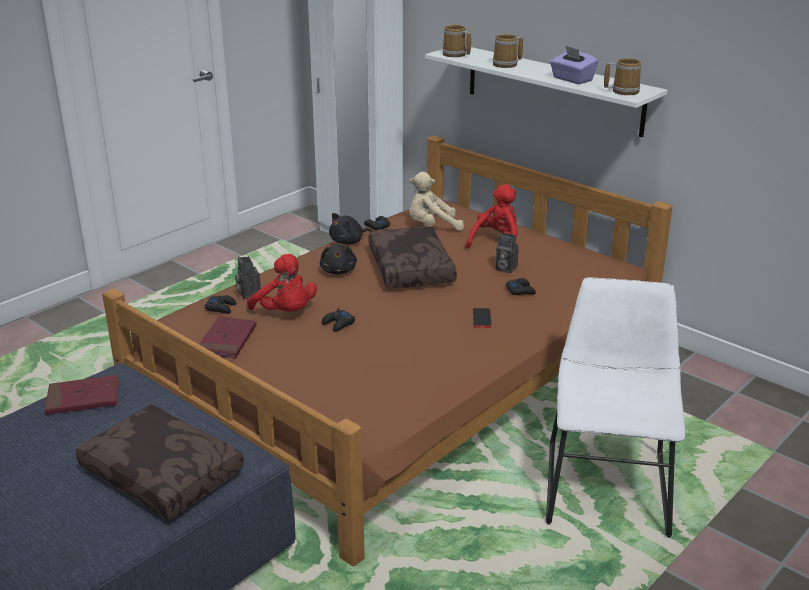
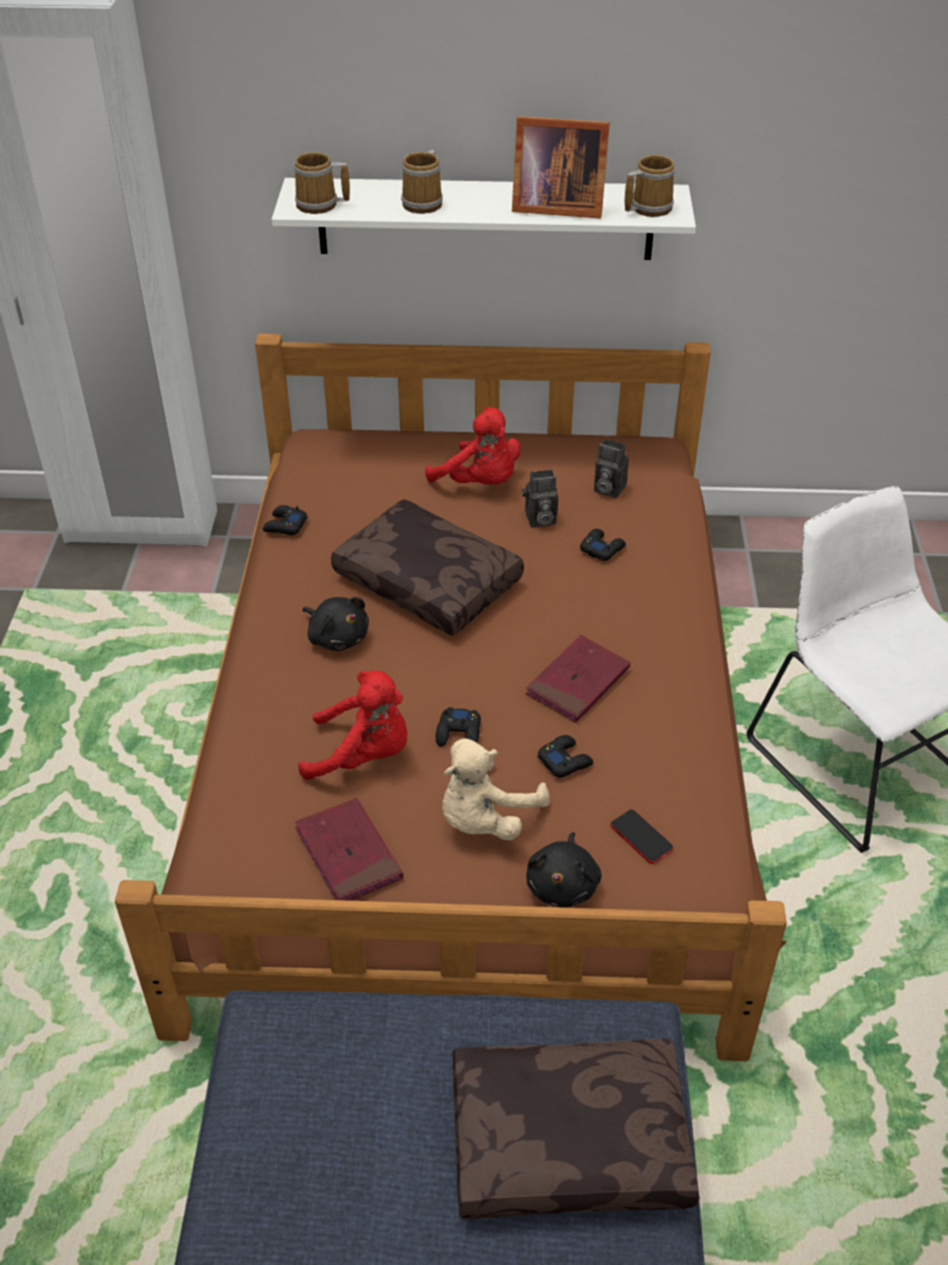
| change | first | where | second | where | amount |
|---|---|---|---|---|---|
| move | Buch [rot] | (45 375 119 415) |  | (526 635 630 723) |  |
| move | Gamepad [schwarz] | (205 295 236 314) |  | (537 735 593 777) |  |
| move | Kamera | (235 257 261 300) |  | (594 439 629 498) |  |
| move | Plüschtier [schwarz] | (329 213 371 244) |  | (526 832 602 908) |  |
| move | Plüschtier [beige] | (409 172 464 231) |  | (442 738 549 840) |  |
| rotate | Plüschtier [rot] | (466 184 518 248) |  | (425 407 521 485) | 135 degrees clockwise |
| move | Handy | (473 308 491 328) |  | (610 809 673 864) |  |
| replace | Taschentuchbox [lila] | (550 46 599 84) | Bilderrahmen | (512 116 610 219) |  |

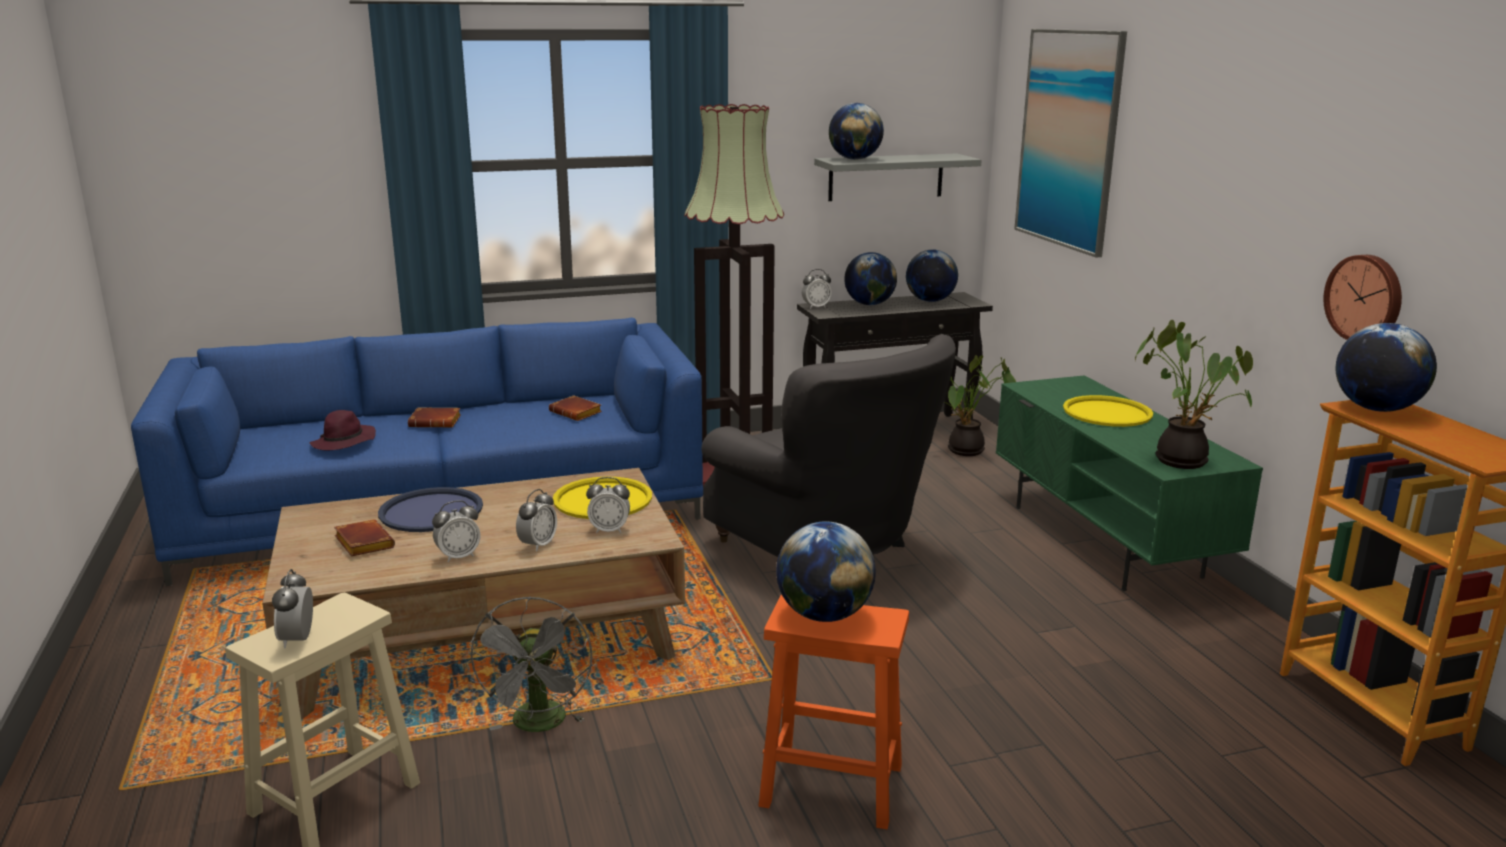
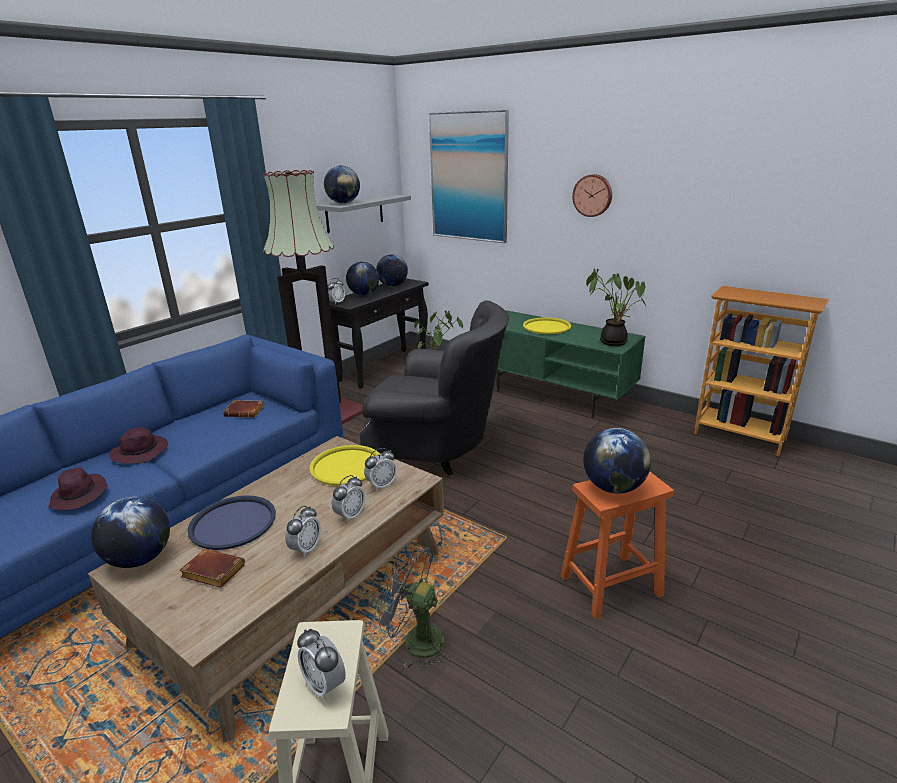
| change | first | where | second | where | amount |
|---|---|---|---|---|---|
| replace | Buch [braun] | (408 407 461 428) | Hut [lila] | (110 427 168 464) |  |
| rotate | Ventilator [grau] | (469 596 592 732) |  | (373 542 450 671) | 150 degrees clockwise |
| rotate | Wecker | (516 489 557 551) |  | (332 475 365 522) | 45 degrees clockwise |
| move | Wanduhr | (1323 255 1402 340) |  | (572 174 612 217) |  |
| move | Globus | (1336 323 1437 412) |  | (91 497 170 568) |  |

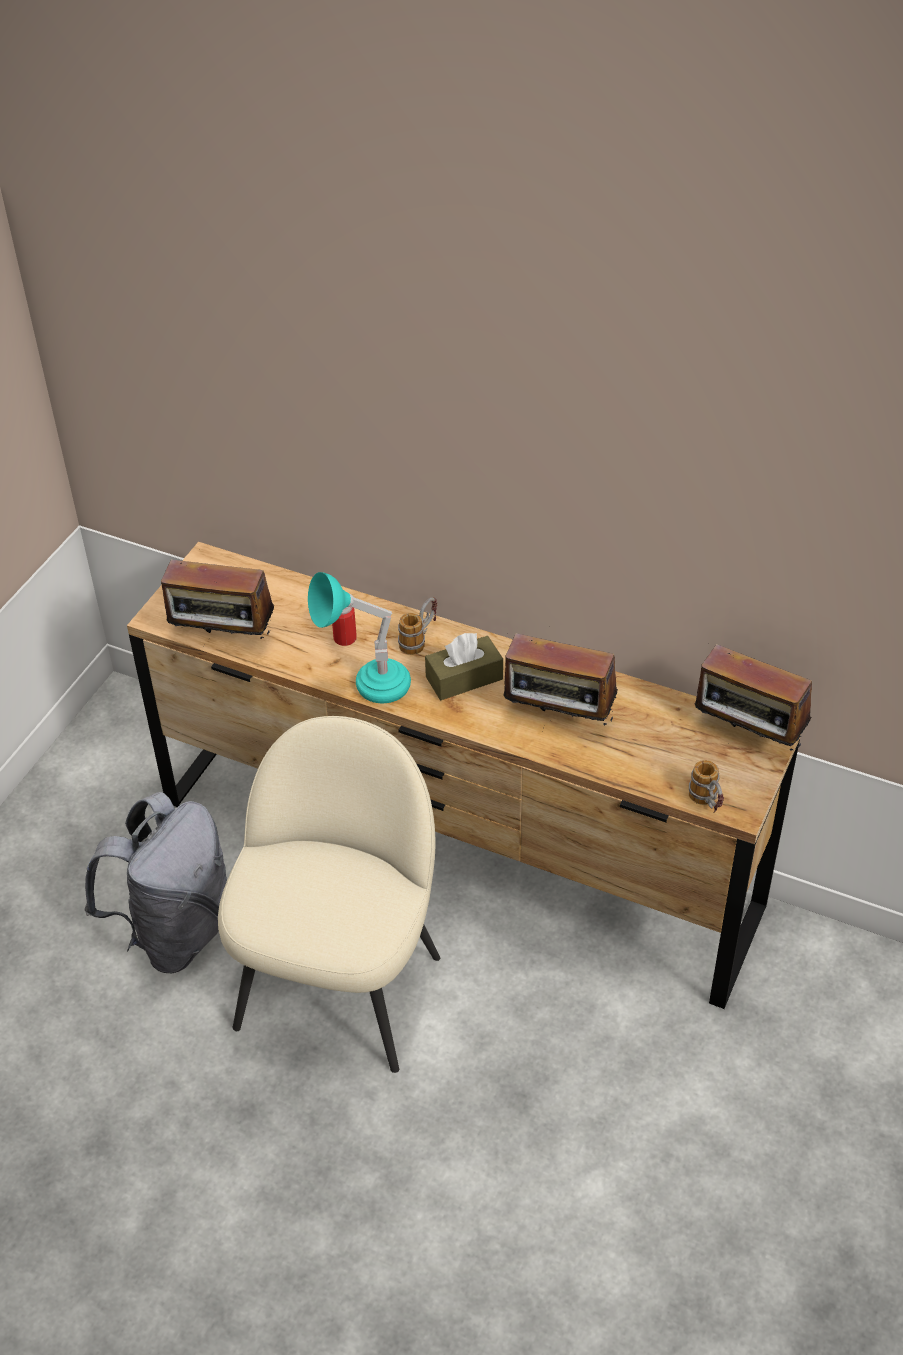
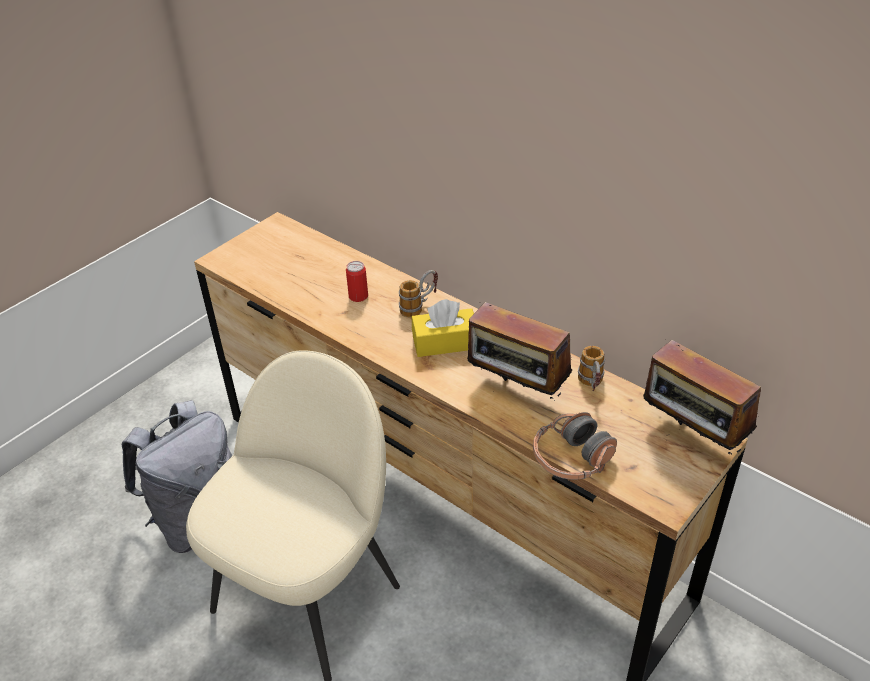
| change | first | where | second | where | amount |
|---|---|---|---|---|---|
| delete | Radio | (161 560 274 647) |  |  |  |
| delete | Tischlampe [türkis] | (308 572 411 703) |  |  |  |
| recolor | Taschentuchbox [braun] | (425 633 503 700) | Taschentuchbox [gelb] | (412 299 474 357) |  |
| move | Henkelbecher | (689 760 724 813) |  | (578 346 605 391) |  |
| insert |  |  | Kopfhörer | (533 412 617 479) |  |

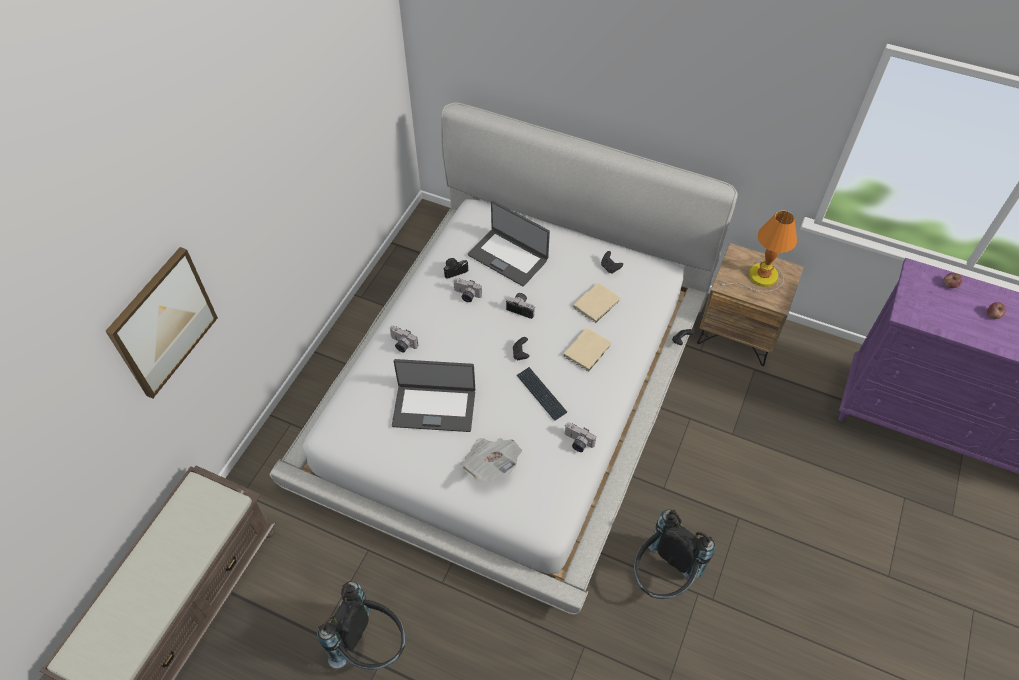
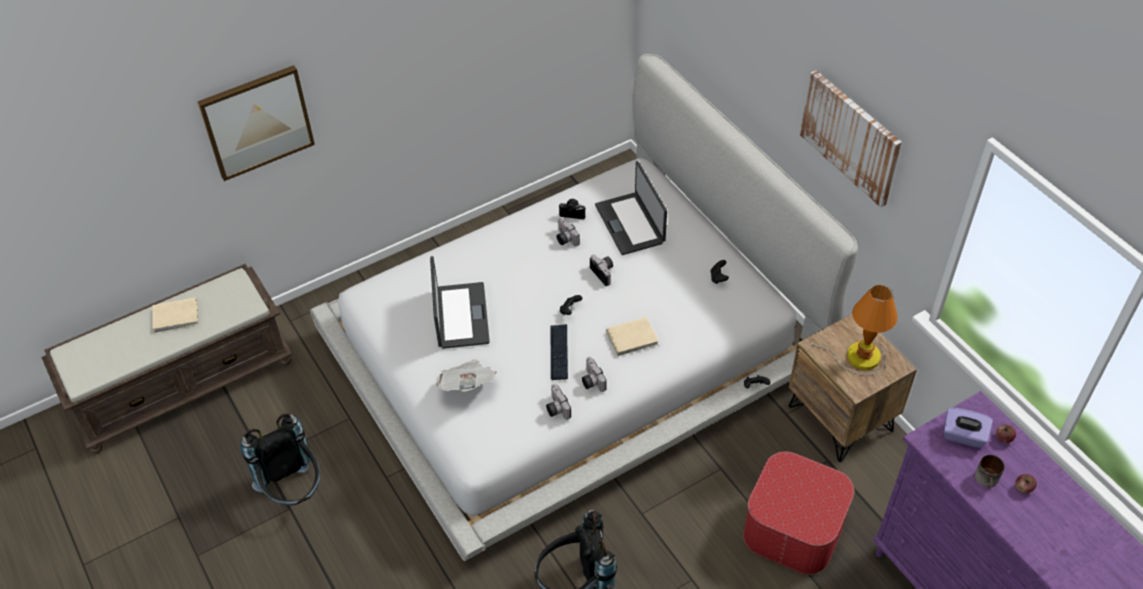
| change | first | where | second | where | amount |
|---|---|---|---|---|---|
| move | Kamera | (390 326 418 353) |  | (582 357 607 392) |  |
| rotate | Laptop | (392 359 475 432) |  | (430 256 490 349) | 135 degrees counterclockwise |
| move | Buch [beige] | (573 282 620 323) |  | (153 298 198 333) |  |
| insert |  |  | Polsterhocker | (743 452 854 575) |  |
| insert |  |  | Bild | (800 70 902 208) |  |
| insert |  |  | Taschentuchbox [lila] | (944 408 993 448) |  |
| insert |  |  | Henkelbecher | (975 455 1005 489) |  |

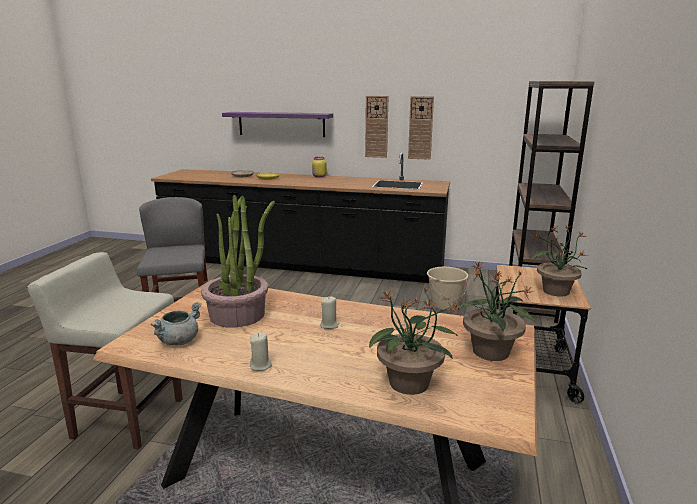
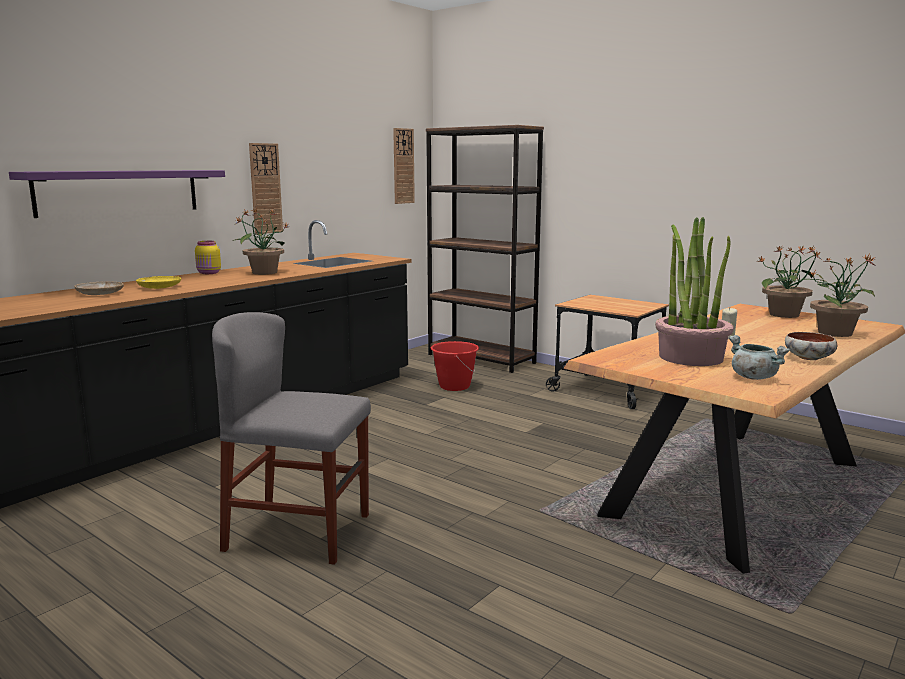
| change | first | where | second | where | amount |
|---|---|---|---|---|---|
| delete | Hocker [beige] | (27 252 183 450) |  |  |  |
| replace | Kerze [beige] | (250 332 272 371) | Schüssel | (785 332 837 360) |  |
| move | Wanduhr | (408 96 434 160) |  | (393 128 415 204) |  |
| recolor | Eimer [beige] | (427 267 468 311) | Eimer [rot] | (431 341 479 391) |  |
| move | Topfpflanze | (531 226 588 297) |  | (231 208 288 275) |  |

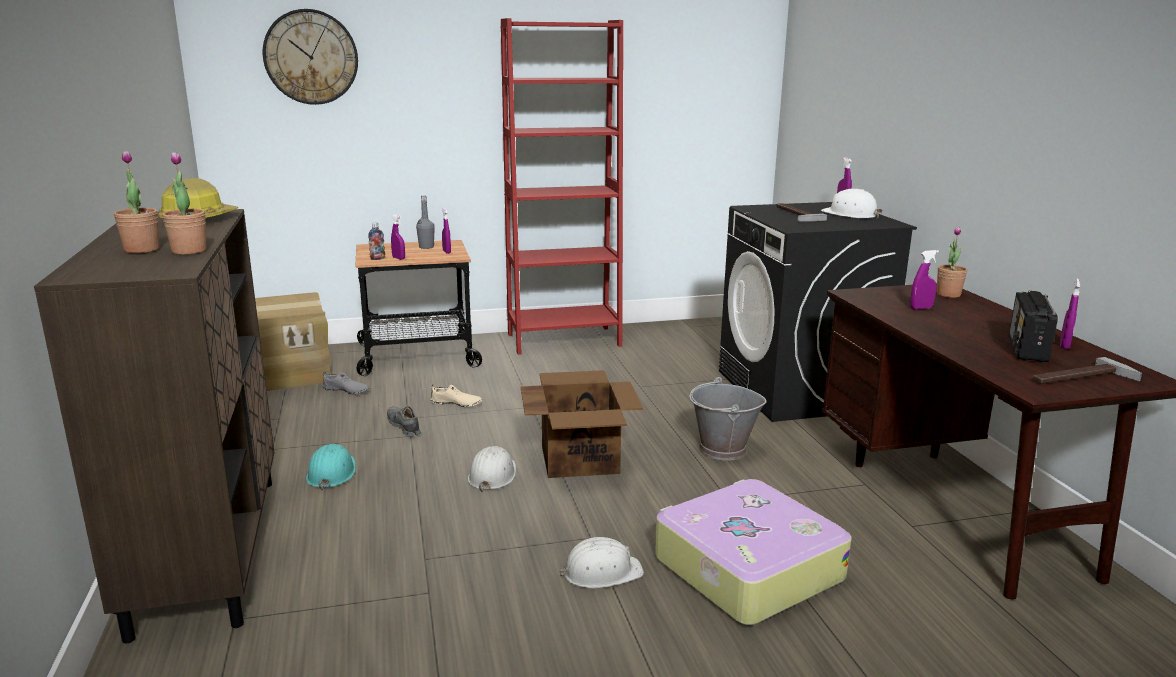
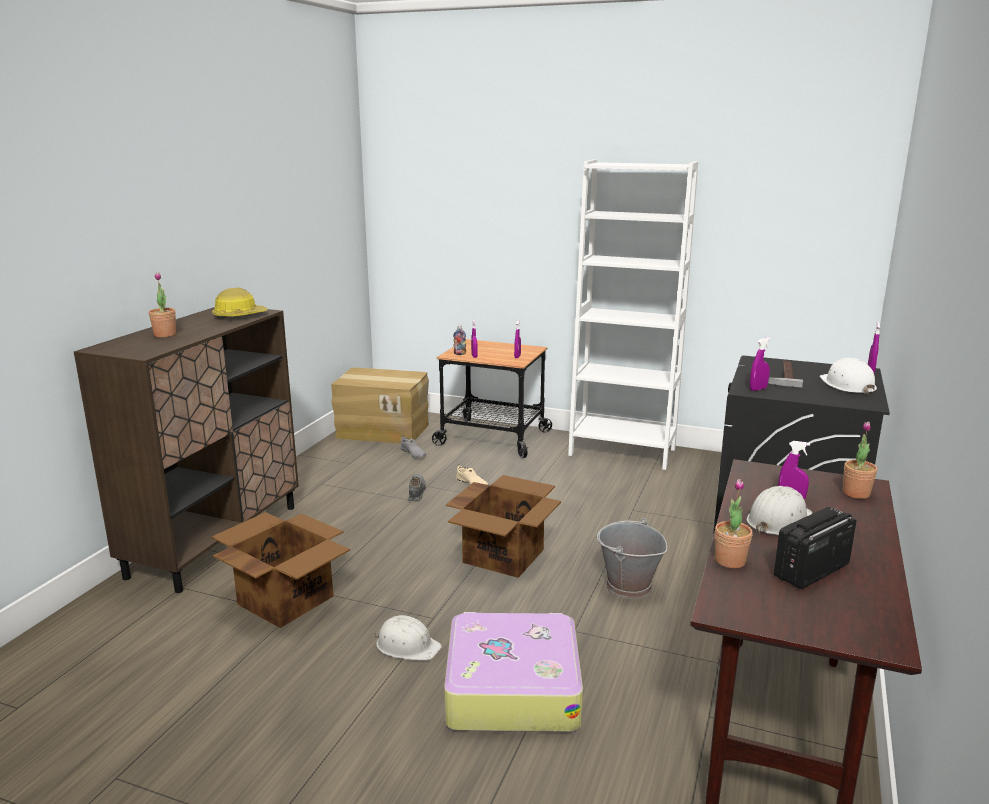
| change | first | where | second | where | amount |
|---|---|---|---|---|---|
| move | Topfpflanze | (162 152 207 255) |  | (715 479 753 568) |  |
| delete | Wanduhr | (263 9 358 105) |  |  |  |
| delete | Schutzhelm [türkis] | (306 444 356 490) |  |  |  |
| delete | Flasche [grau] | (416 196 435 249) |  |  |  |
| move | Schutzhelm [weiß] | (468 446 516 492) |  | (747 486 812 535) |  |
| recolor | Bücherregal [rot] | (500 18 623 355) | Bücherregal [weiß] | (568 160 698 470) |  |
| delete | Hammer | (1032 357 1142 384) |  |  |  |
| move | Sprühflasche [lila] | (1060 278 1080 349) |  | (750 337 771 391) |  |
| insert |  |  | Karton | (212 512 350 628) |  |

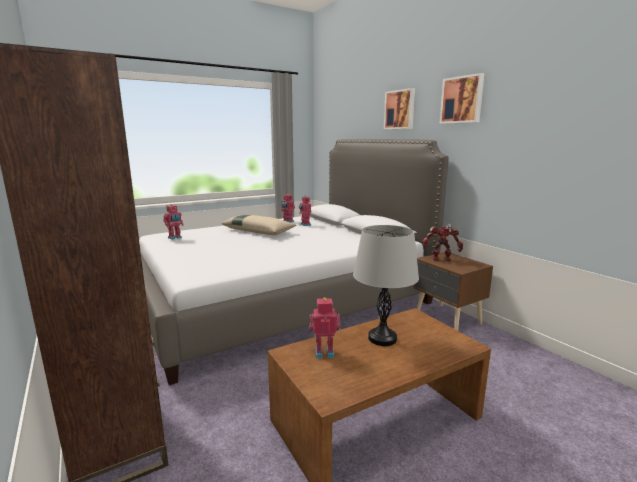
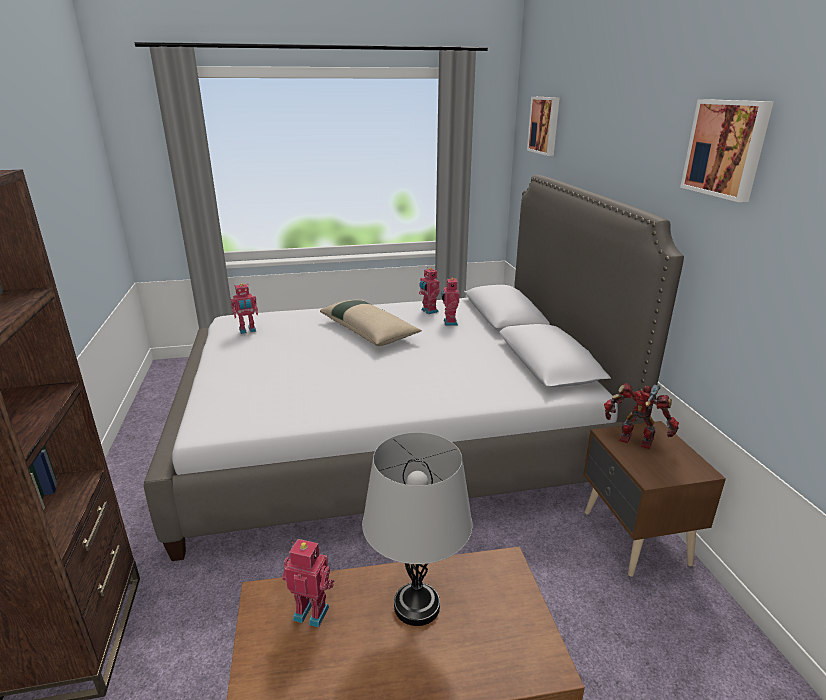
| change | first | where | second | where | amount |
|---|---|---|---|---|---|
| move | Bild | (384 88 415 129) |  | (527 97 559 156) |  |

